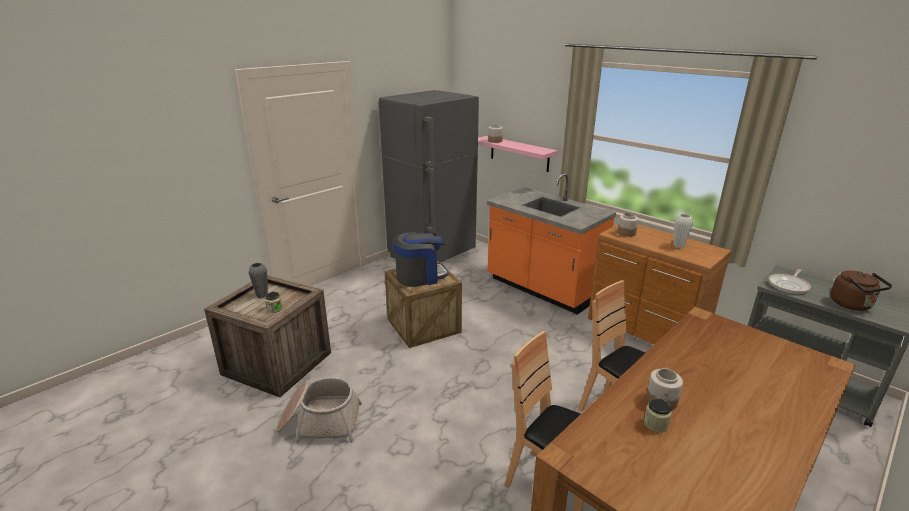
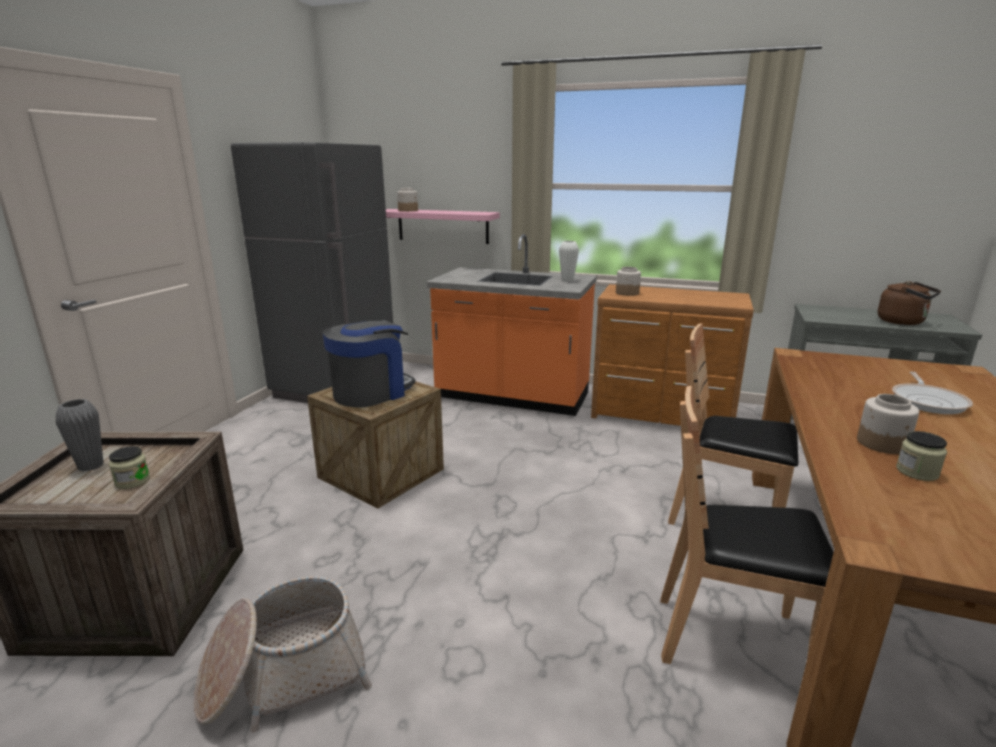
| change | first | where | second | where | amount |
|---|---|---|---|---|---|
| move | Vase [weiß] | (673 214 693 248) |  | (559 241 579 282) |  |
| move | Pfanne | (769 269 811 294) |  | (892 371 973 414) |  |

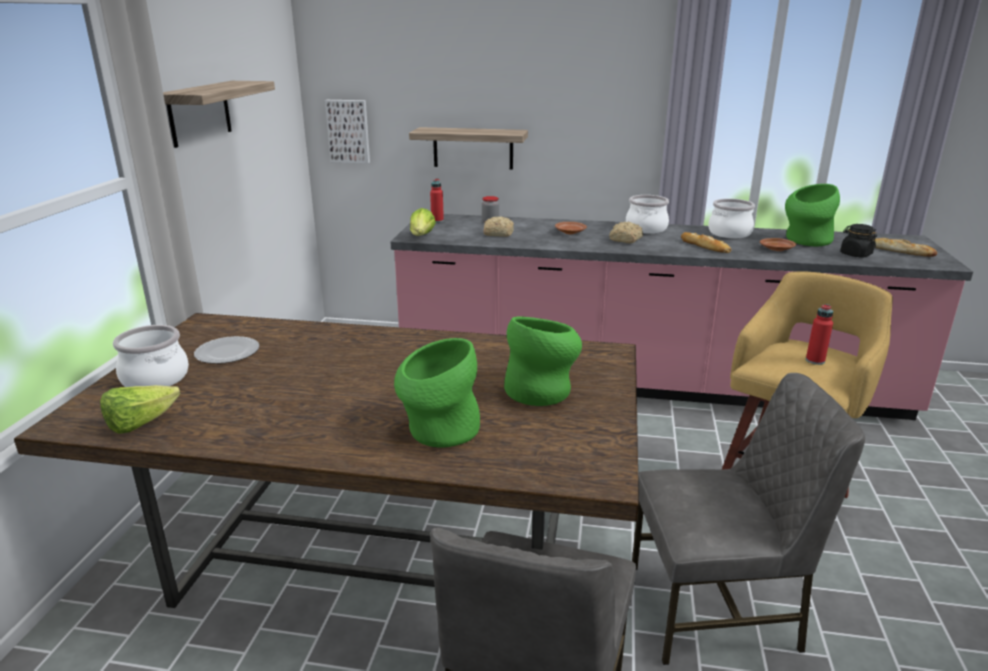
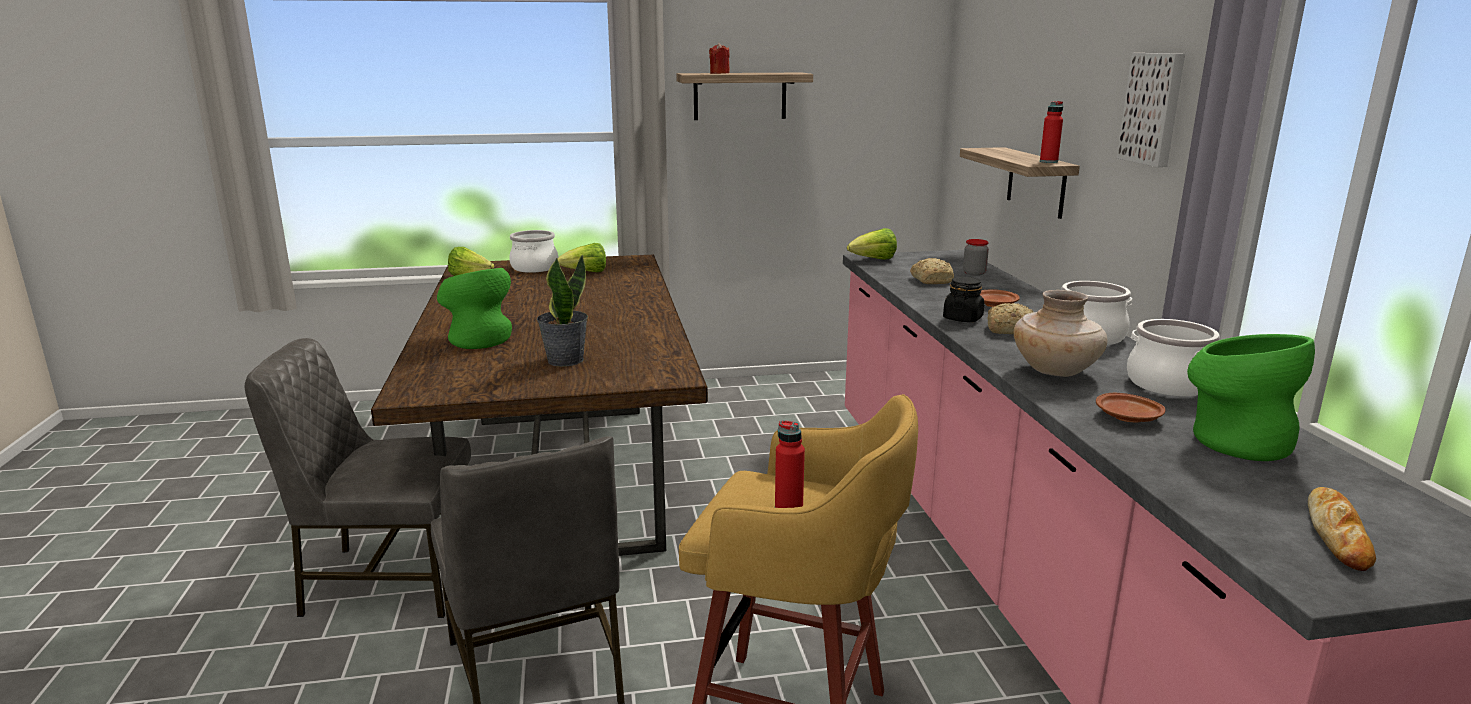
| change | first | where | second | where | amount |
|---|---|---|---|---|---|
| replace | Teller | (194 336 259 364) | Salatkopf | (557 243 606 272) |  |
| move | Bild | (325 100 370 164) |  | (1117 53 1185 167) |  |
| move | Flasche [rot] | (430 178 444 223) |  | (1040 101 1063 163) |  |
| replace | Vase [grün] | (504 316 582 406) | Topfpflanze | (537 255 588 367) |  |
| replace | Brot | (681 232 731 253) | Vase [beige] | (1014 290 1108 377) |  |
| move | Vorratsglas [schwarz] | (840 224 877 258) |  | (943 277 985 322) |  |
| insert |  |  | Kerze [rot] | (709 43 730 74) |  |

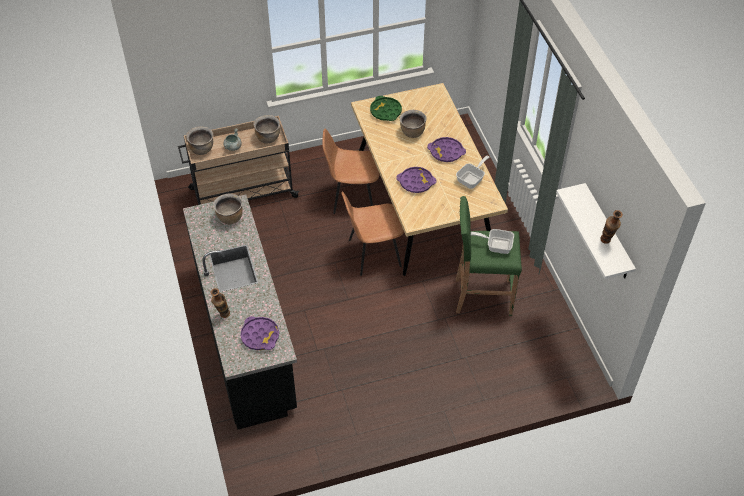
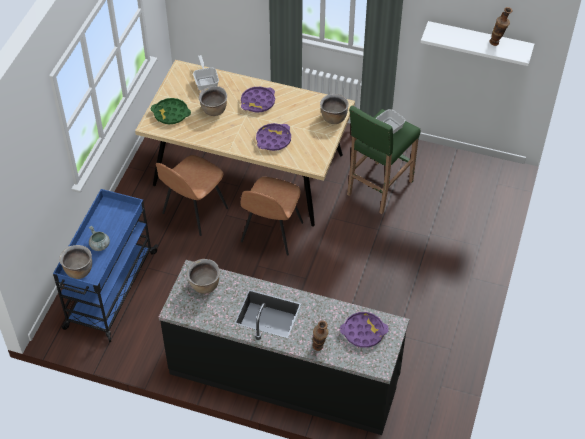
| change | first | where | second | where | amount |
|---|---|---|---|---|---|
| recolor | Rollwagen [beige] | (178 116 299 205) | Rollwagen [blau] | (53 189 158 342) |  |
| move | Kochtopf [braun] | (253 115 280 143) |  | (320 94 349 124) |  |
| move | Pfanne | (456 156 489 189) |  | (193 55 219 91) |  |

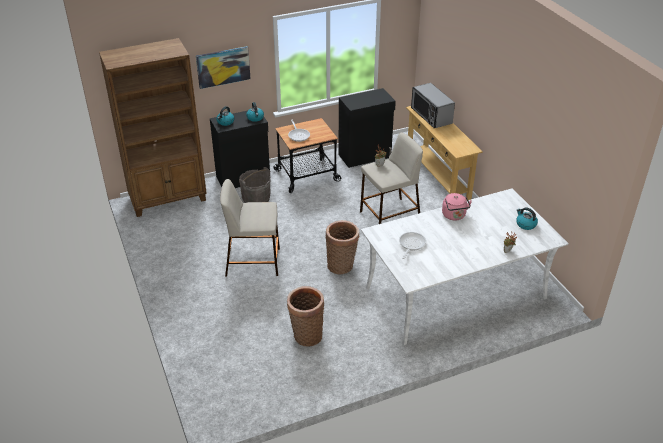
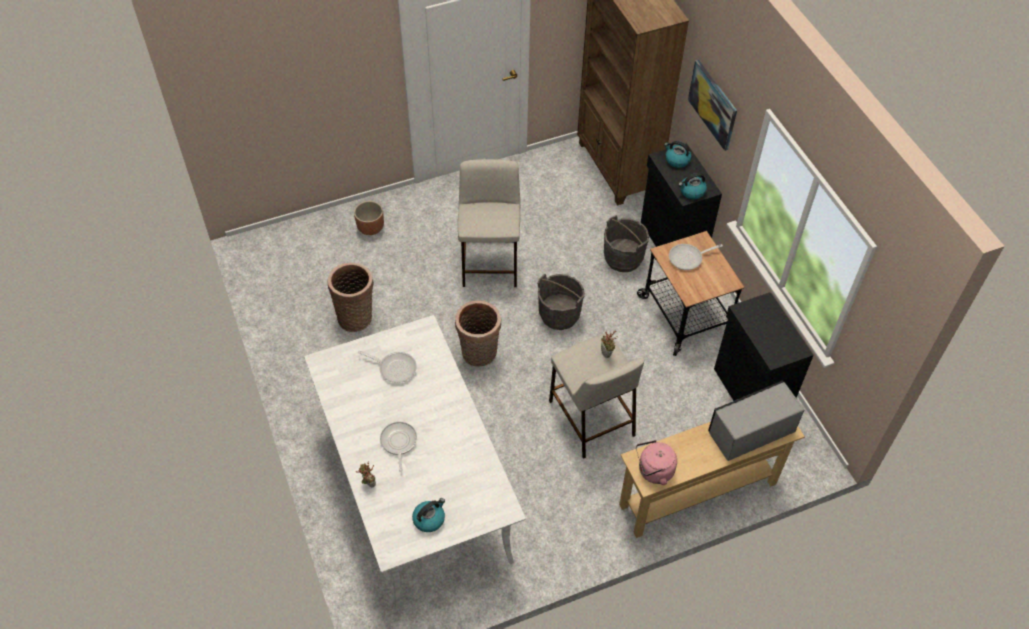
| change | first | where | second | where | amount |
|---|---|---|---|---|---|
| move | Wasserkessel [rosa] | (442 193 472 220) |  | (636 440 677 485) |  |
| insert |  |  | Pflanzkübel [braun] | (354 201 384 235) |  |
| insert |  |  | Pfanne | (380 422 417 472) |  |
| insert |  |  | Eimer [grau] | (537 274 585 330) |  |

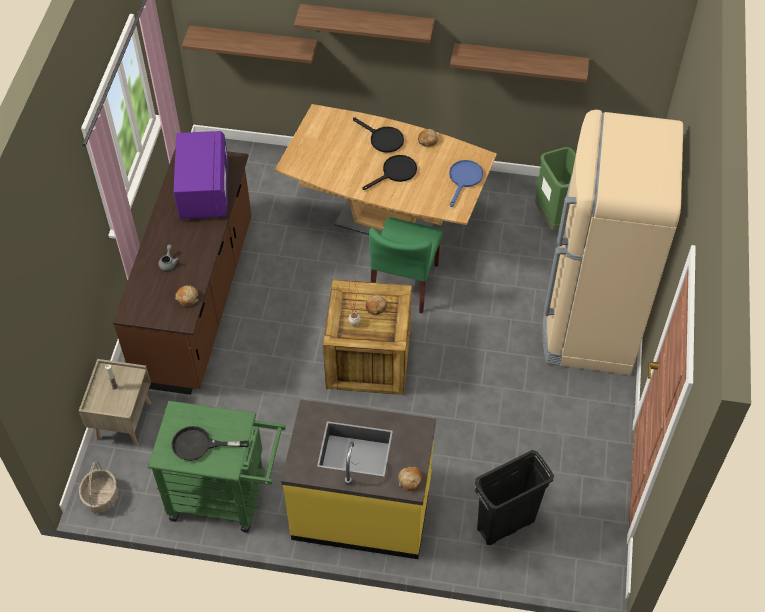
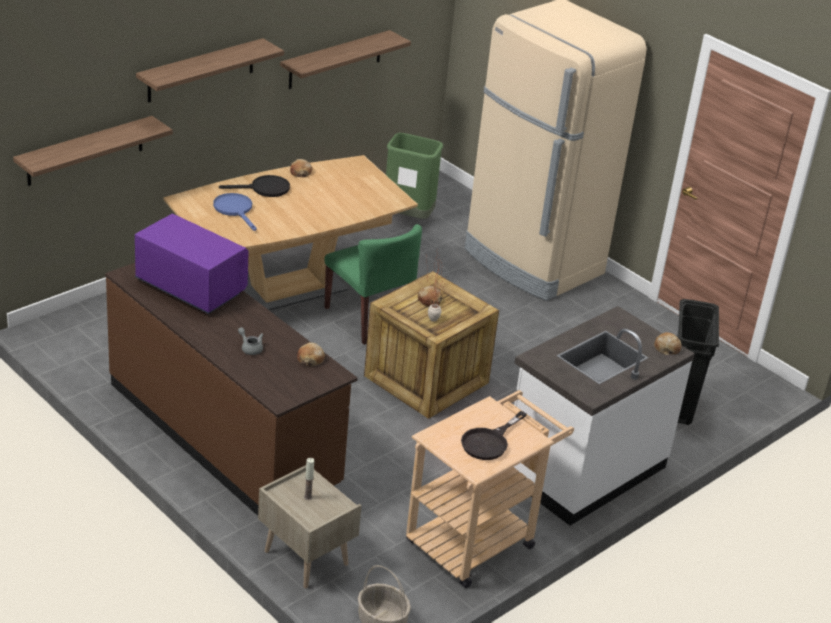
| change | first | where | second | where | amount |
|---|---|---|---|---|---|
| recolor | Rollwagen [grün] | (148 401 286 533) | Rollwagen [beige] | (406 390 574 588) |  |
| recolor | Küchenzeile [gelb] | (281 399 436 559) | Küchenzeile [weiß] | (514 306 695 525) |  |
| delete | Pfanne [schwarz] | (362 155 417 190) |  |  |  |
| move | Pfanne [blau] | (449 160 483 207) |  | (213 193 257 231) |  |

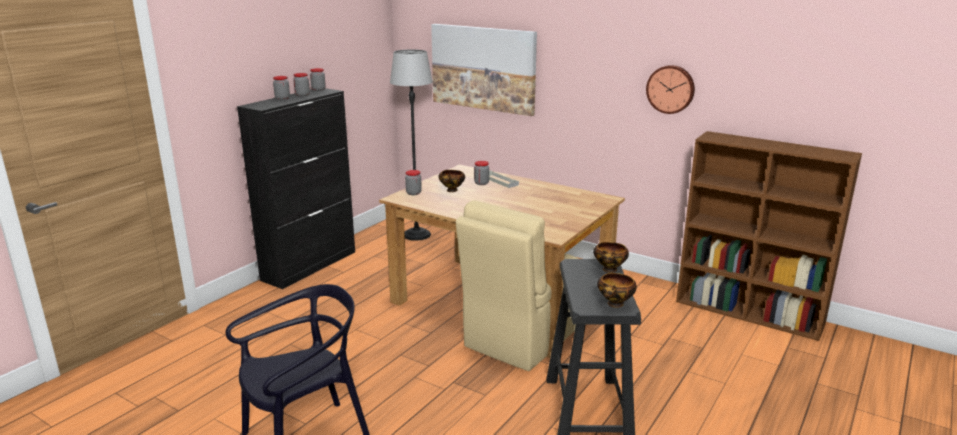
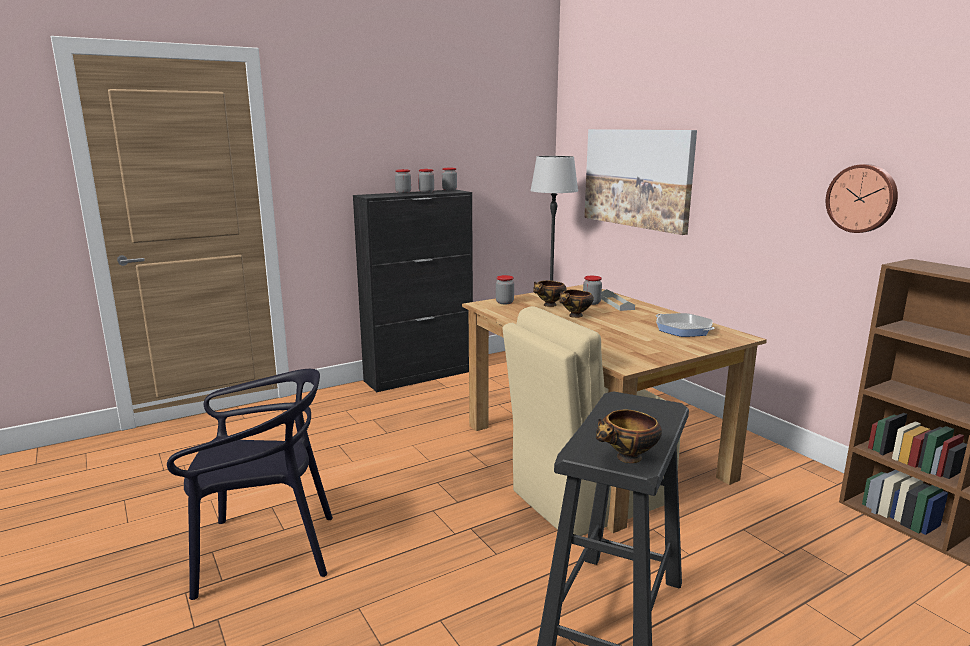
| change | first | where | second | where | amount |
|---|---|---|---|---|---|
| move | Schüssel | (593 242 629 273) |  | (560 290 594 318) |  |
| insert |  |  | Pfanne | (656 313 715 337) |  |

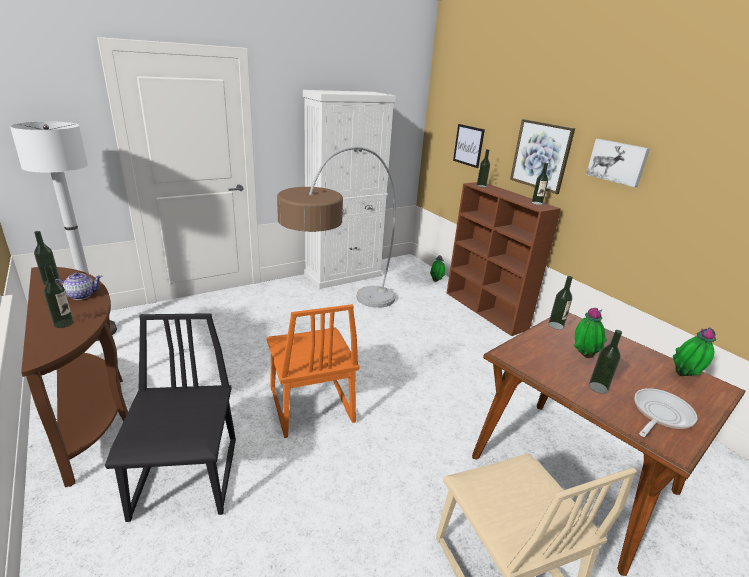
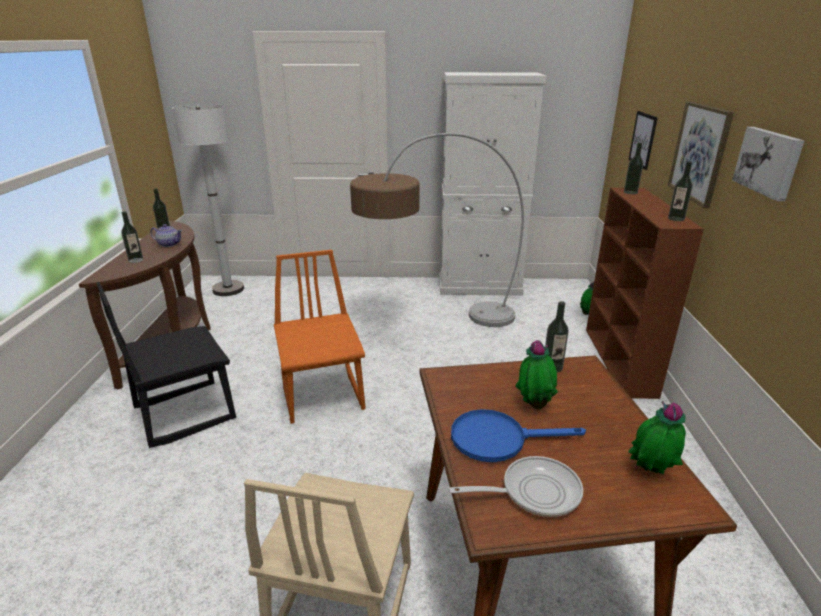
| change | first | where | second | where | amount |
|---|---|---|---|---|---|
| rotate | Stuhl [schwarz] | (105 313 236 522) |  | (96 282 236 448) | 150 degrees counterclockwise |
| rotate | Stuhl [orange] | (266 304 360 438) |  | (274 250 365 424) | 150 degrees clockwise |
| replace | Flasche | (589 330 622 394) | Pfanne [blau] | (451 409 586 462) |  |

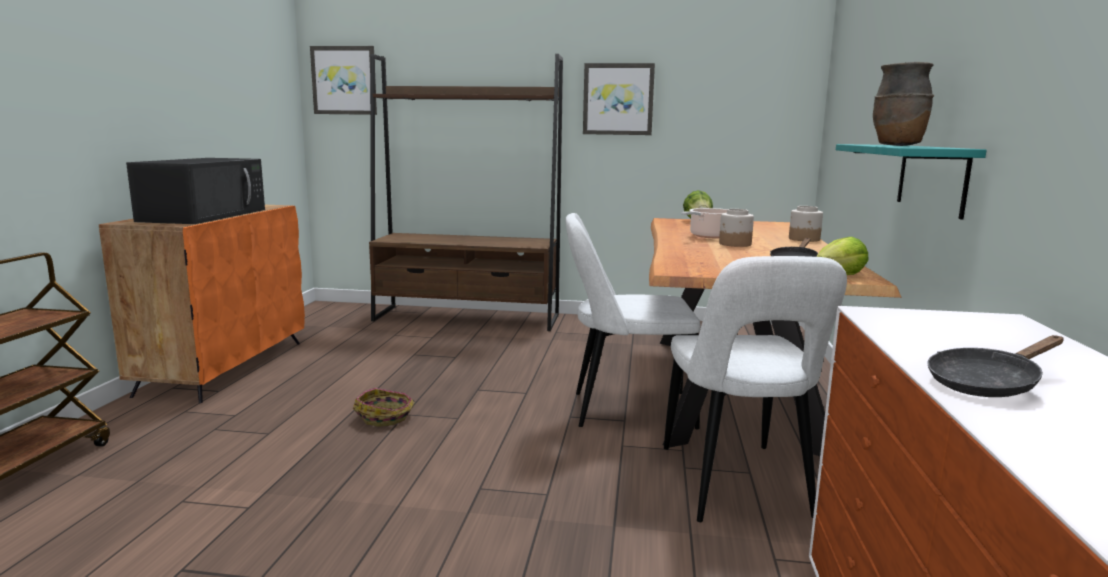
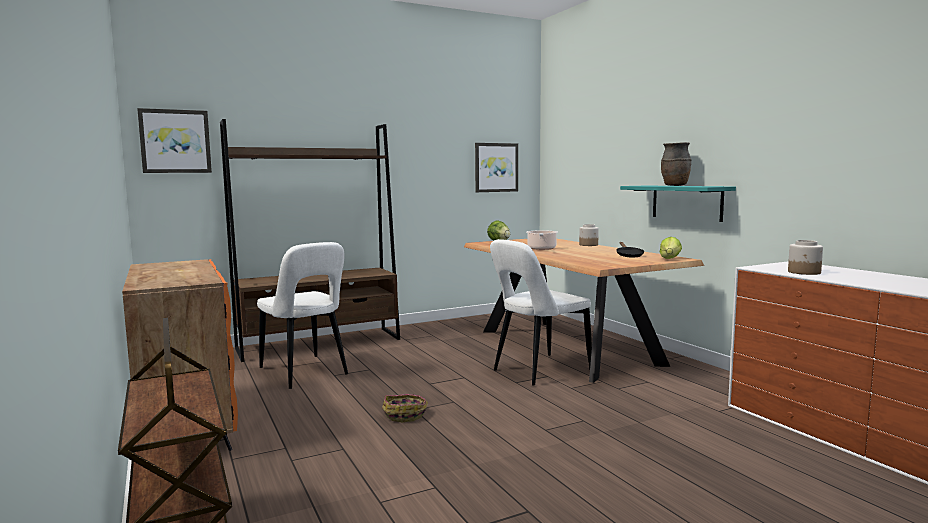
| change | first | where | second | where | amount |
|---|---|---|---|---|---|
| delete | Mikrowelle [schwarz] | (126 158 265 224) |  |  |  |
| move | Bild | (583 63 655 135) |  | (475 143 518 192) |  |
| move | Stuhl [weiß] | (664 256 847 522) |  | (257 242 348 389) |  |
| move | Vorratsglas | (719 209 754 247) |  | (788 240 823 275) |  |
| delete | Pfanne [schwarz] | (928 335 1064 397) |  |  |  |

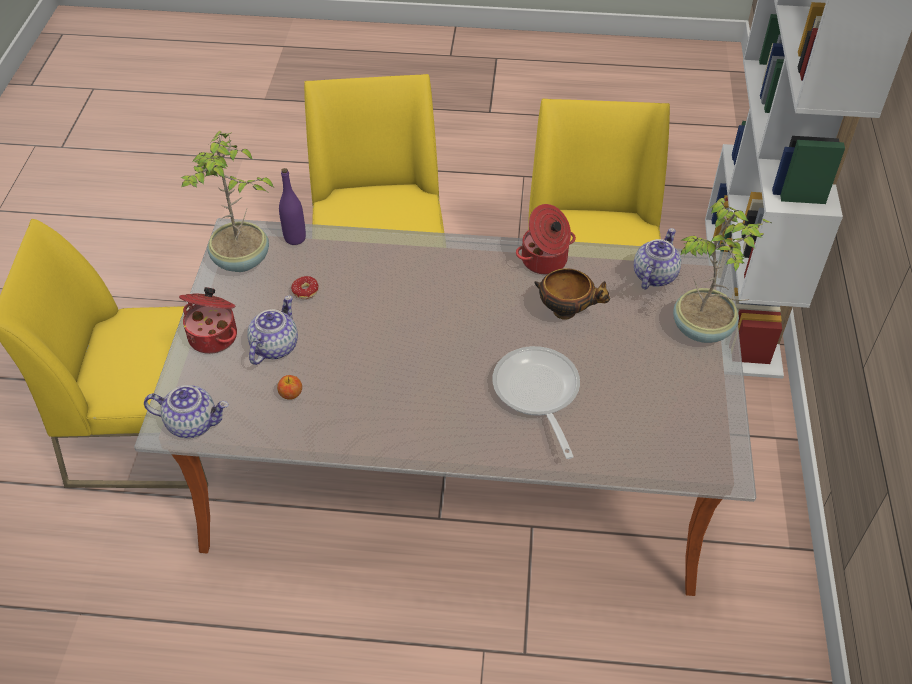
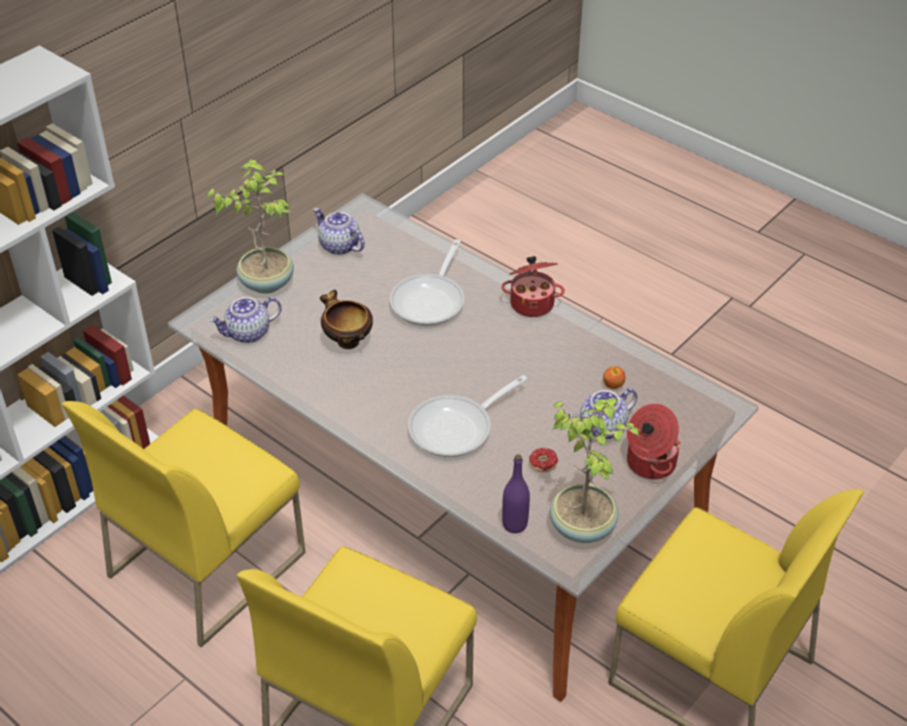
| change | first | where | second | where | amount |
|---|---|---|---|---|---|
| move | Teekanne | (144 385 229 438) |  | (313 208 365 255) |  |
| move | Kochtopf | (516 204 576 274) |  | (501 256 565 317) |  |
| insert |  |  | Pfanne | (408 375 527 457) |  |

